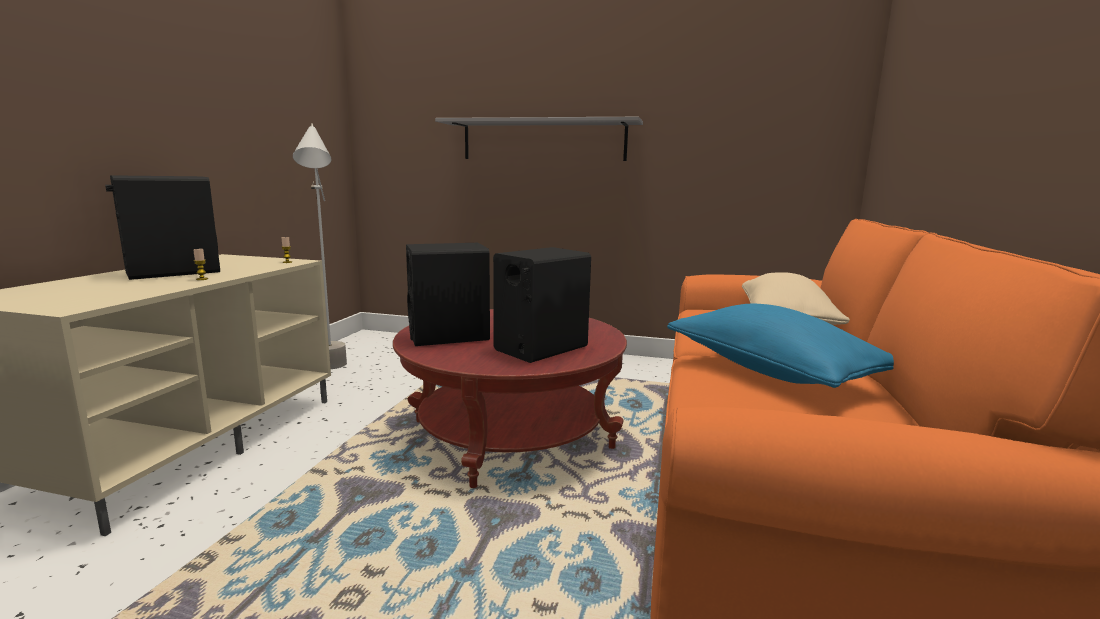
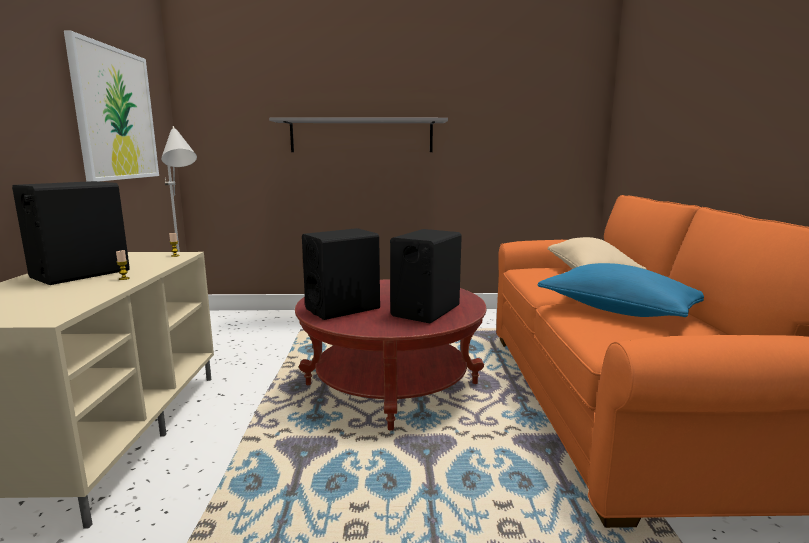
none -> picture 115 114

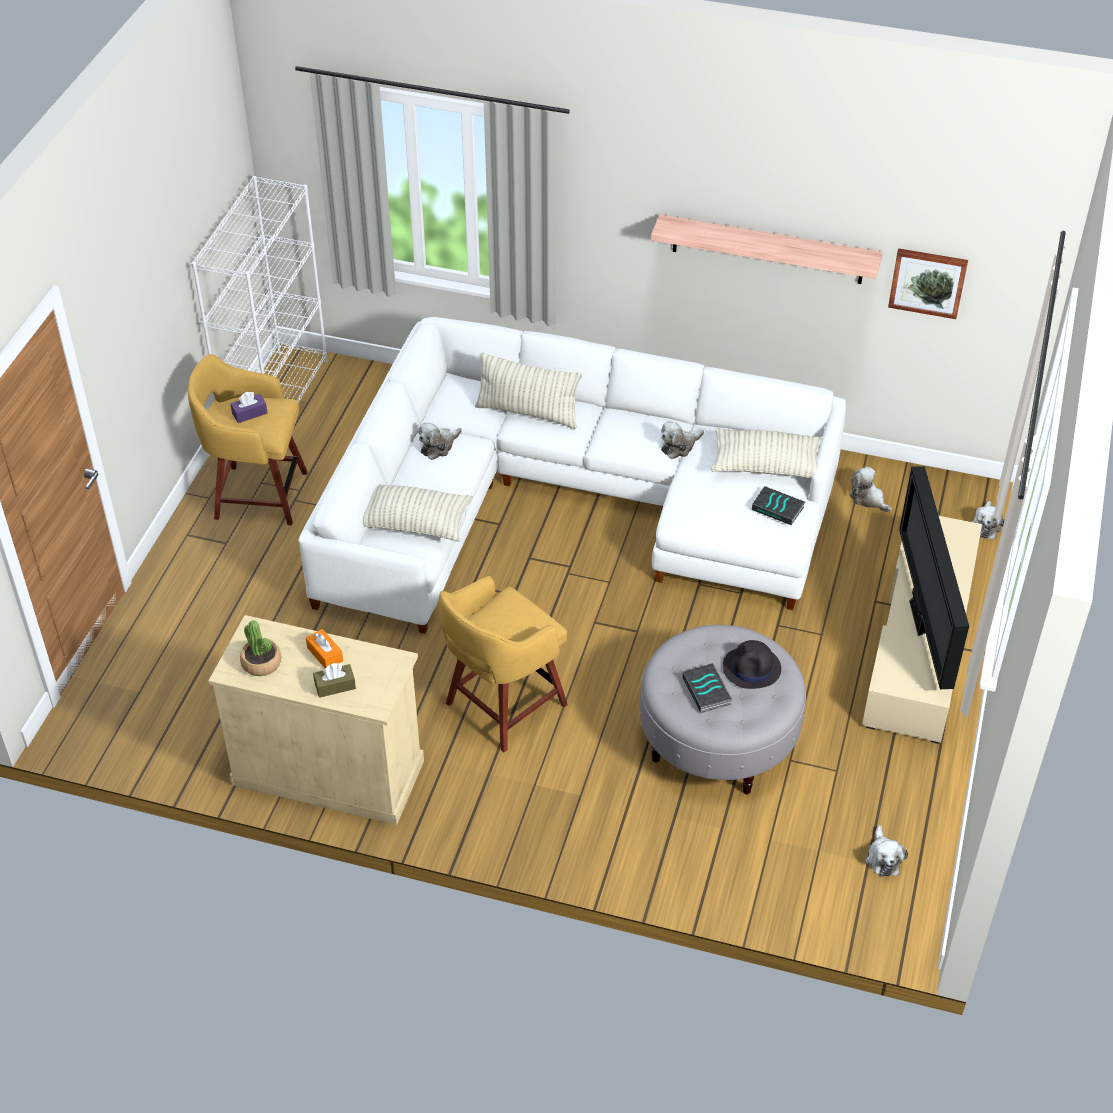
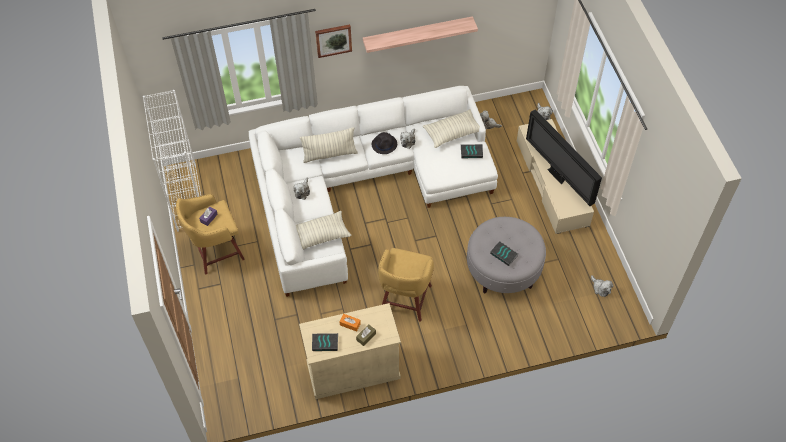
hat/blackish 752 668 -> hat/blackish 384 144, shifted
picture 928 282 -> picture 333 40, shifted
plant in a pot 261 663 -> book 325 343

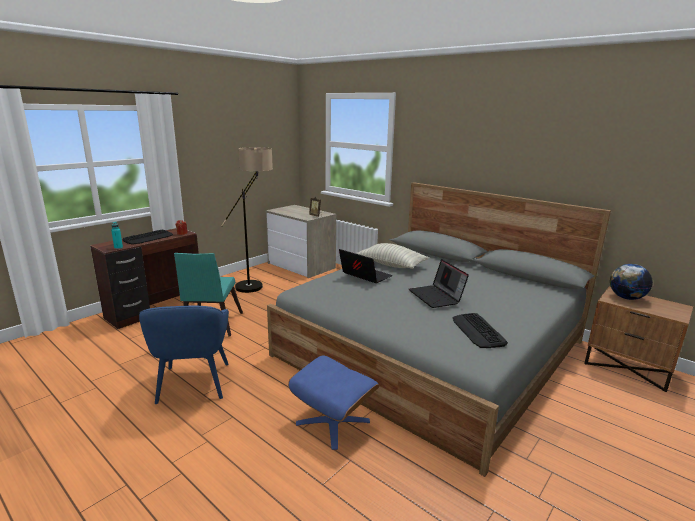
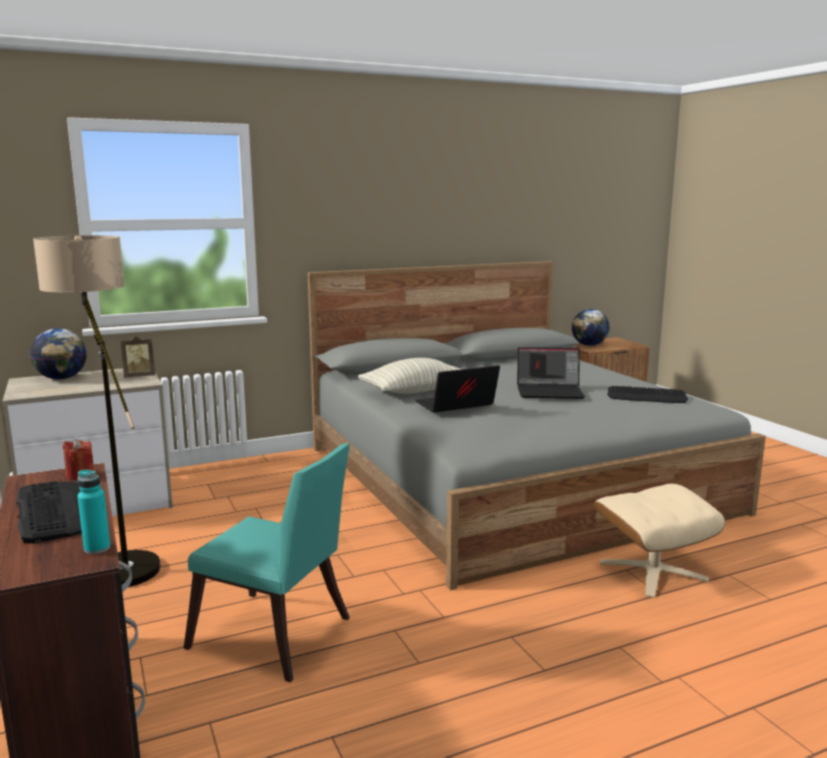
lounge chair/bluish 193 384 -> none
none -> desk globe 61 378
footrest/bluish 333 422 -> footrest/sand-coloured 652 571

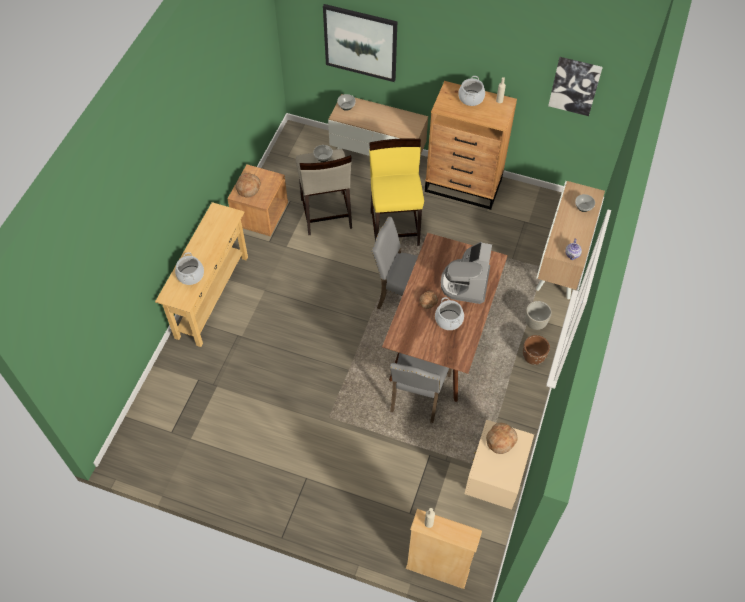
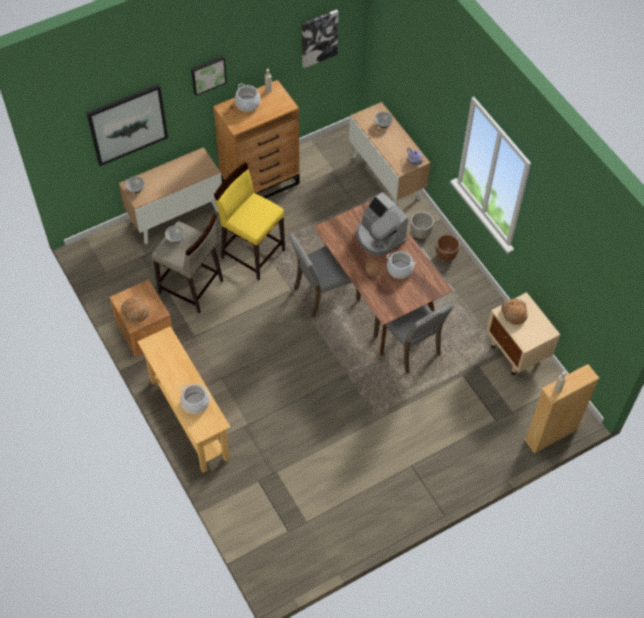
none -> picture 208 74

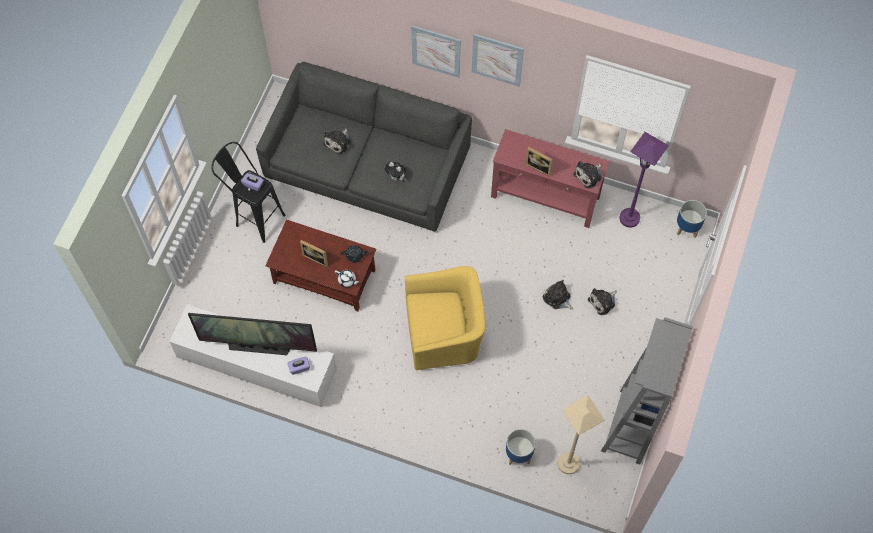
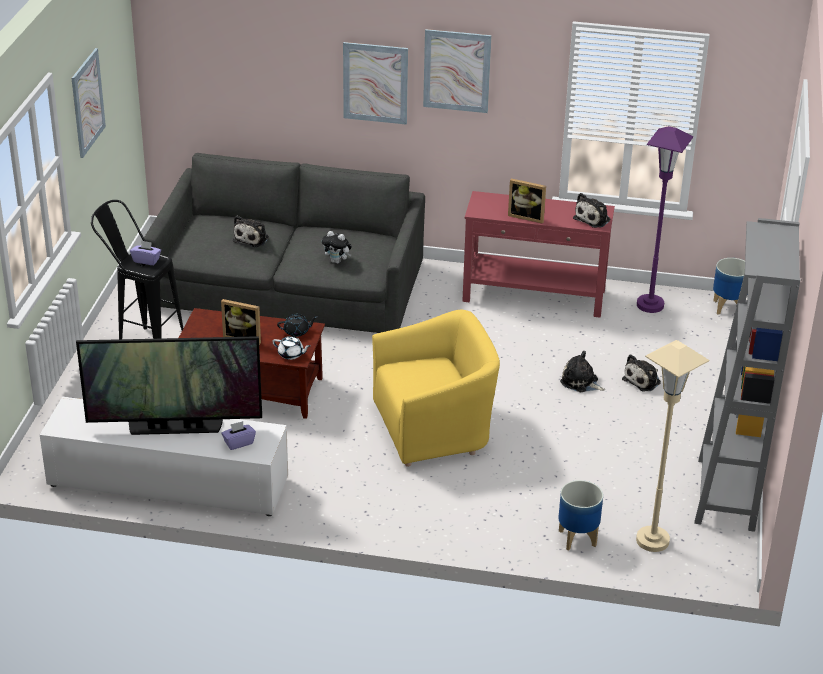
none -> picture 87 102

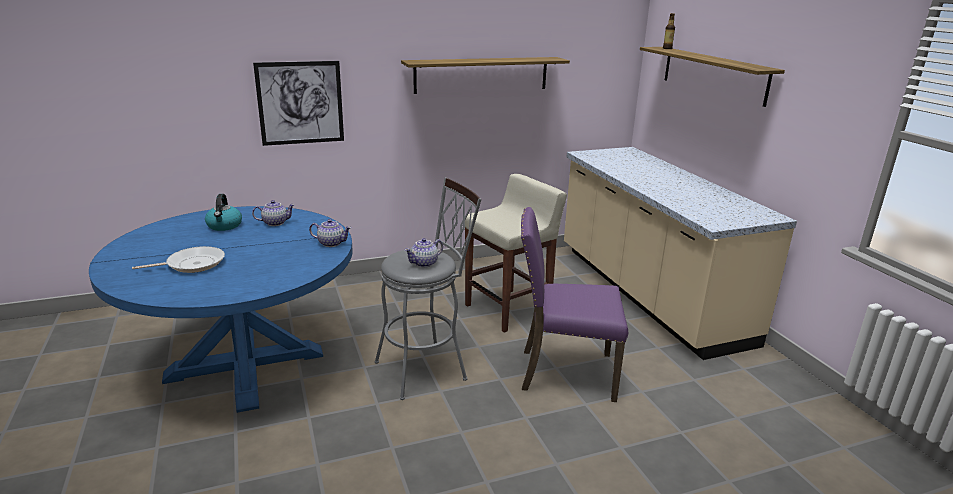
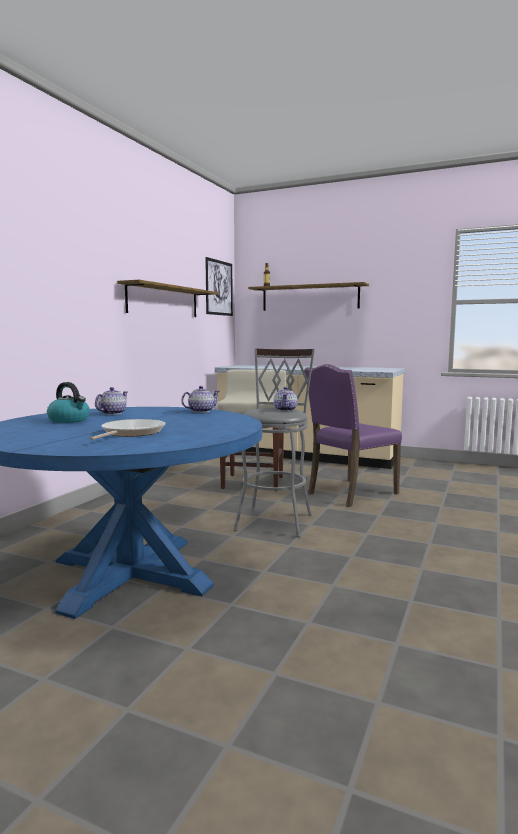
picture 300 103 -> picture 219 288, shifted

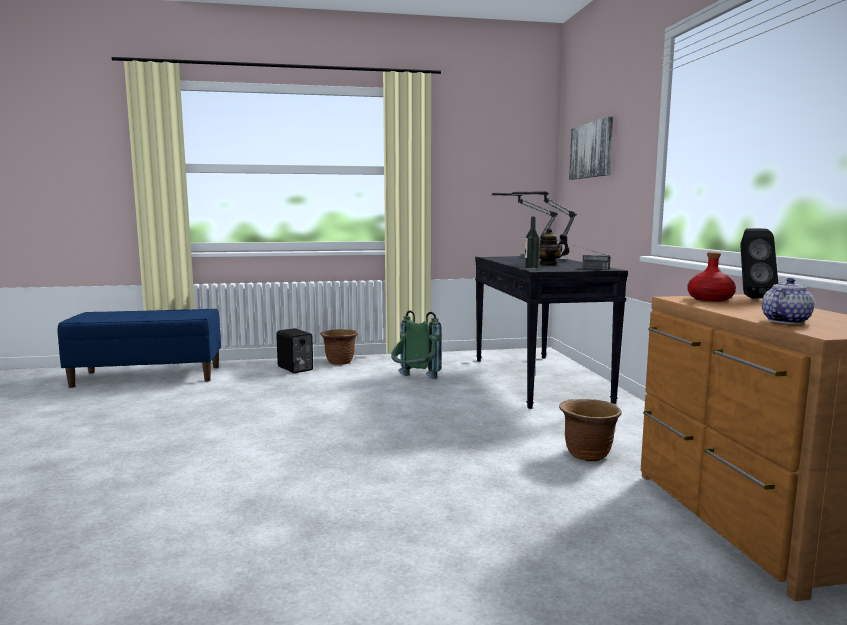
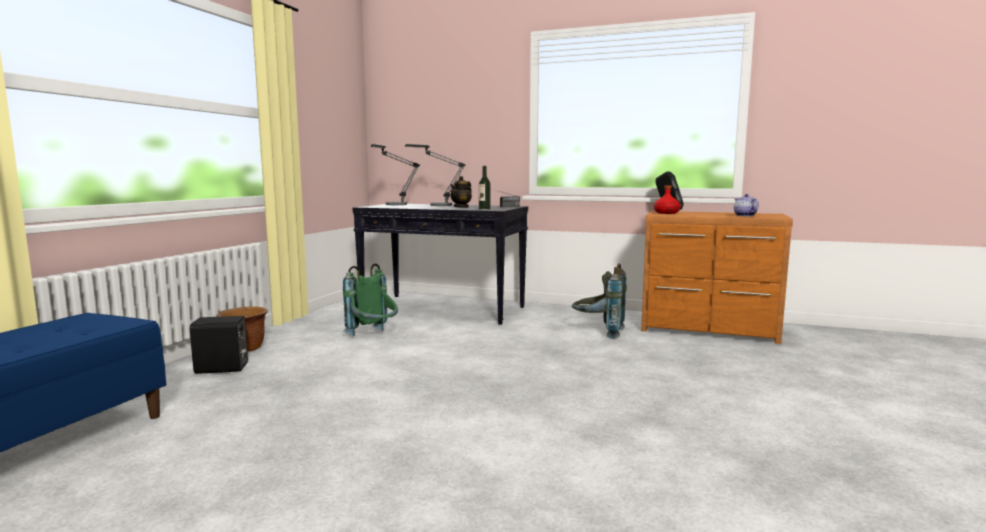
picture 592 150 -> none
plant pot/brownish 587 454 -> backpack/greyish 598 332

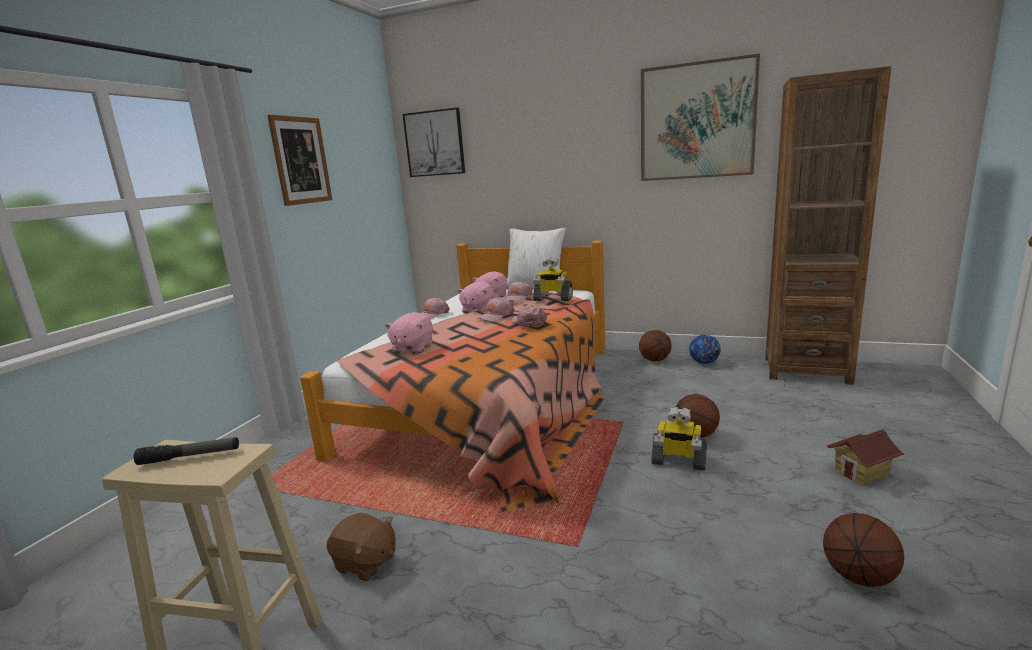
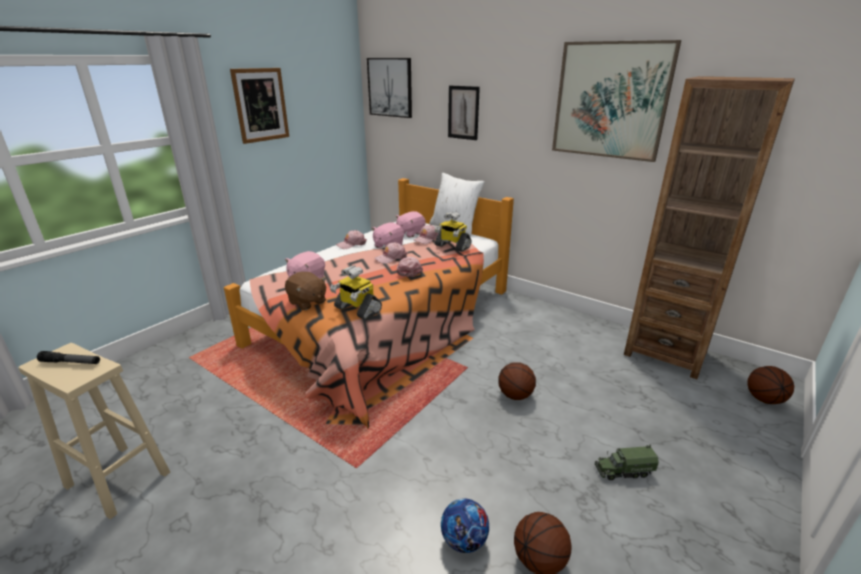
none -> picture 463 112
plush toy/brownish 365 563 -> plush toy/brownish 307 302, shifted
basketball 654 360 -> basketball 763 399, shifted
robot figure 678 461 -> robot figure 357 309, shifted
football ball 704 362 -> football ball 464 540, shifted
toy house 861 473 -> toy truck 623 470

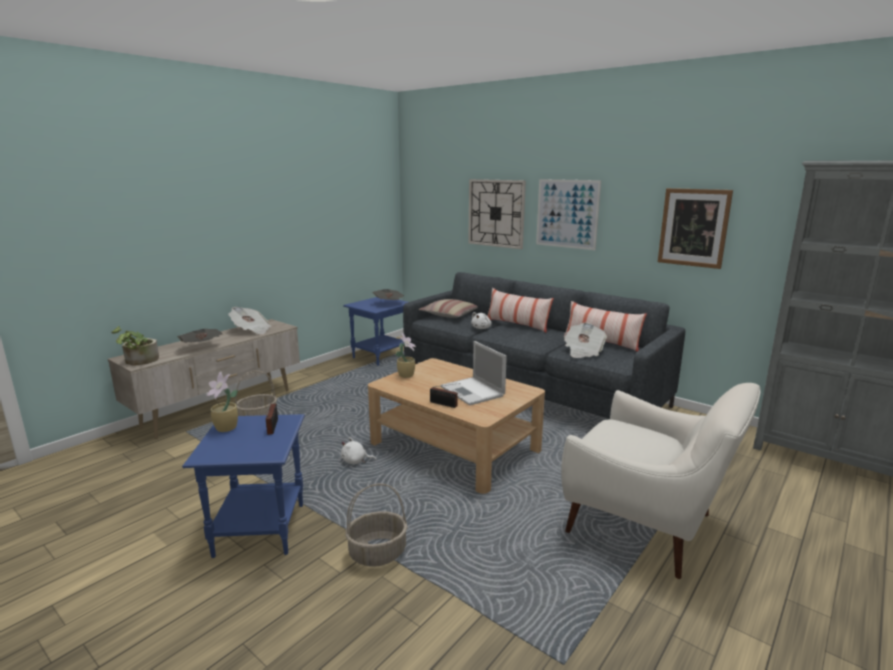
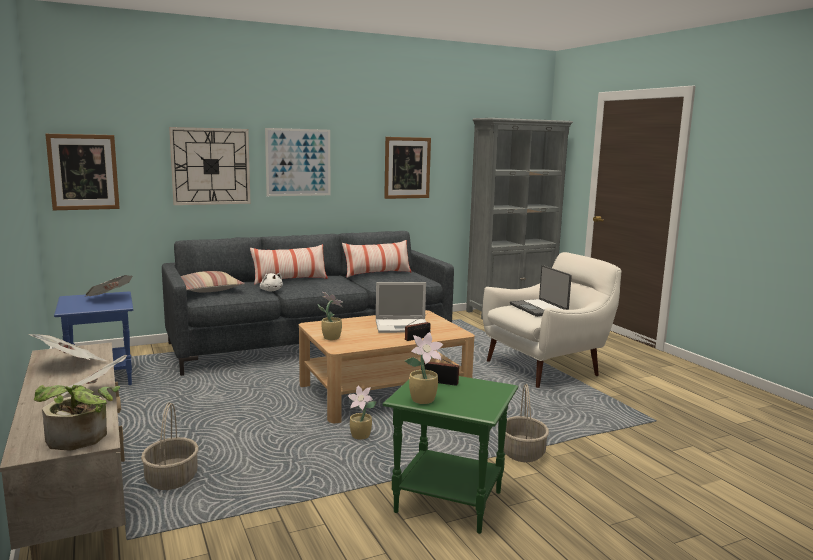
newspaper 583 351 -> none
none -> picture 83 172
none -> portable computer 539 309
plush toy/white-coloured 355 461 -> plant in a pot 361 437
side table/bluish 260 529 -> side table/green-coloured 447 502

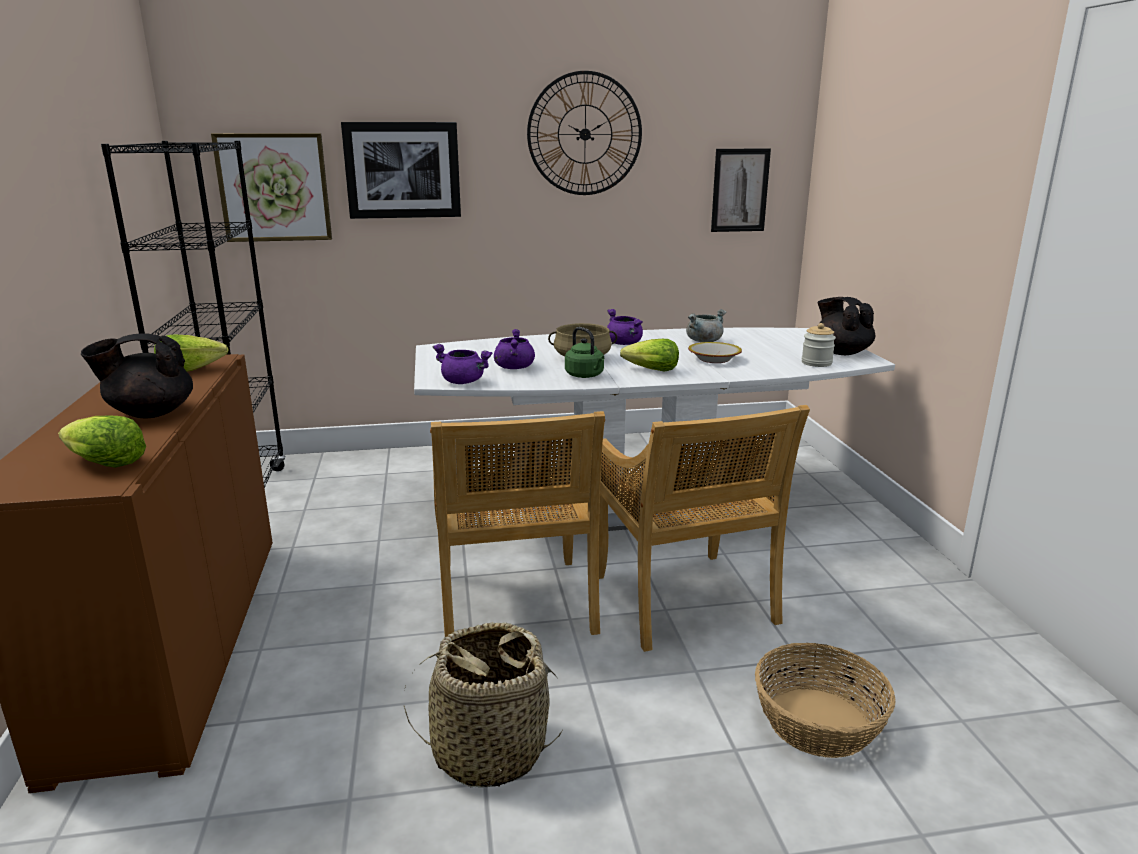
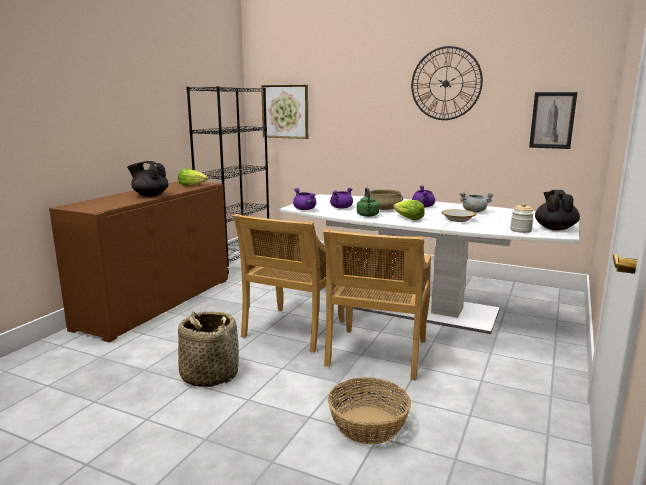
lettuce 104 463 -> none
picture 402 170 -> none

